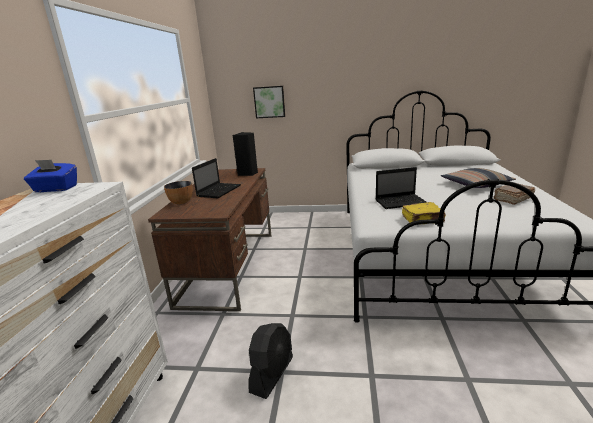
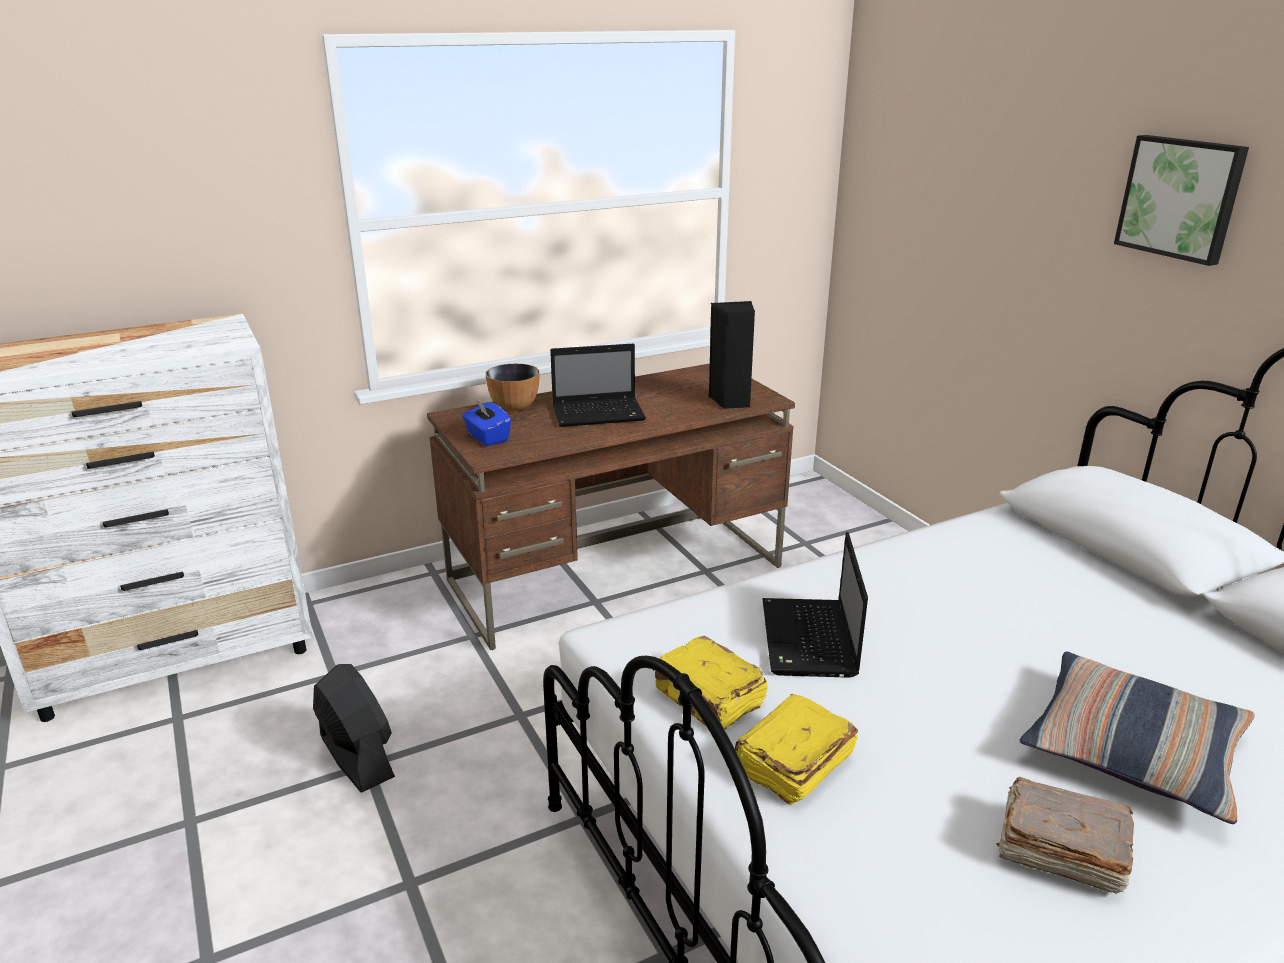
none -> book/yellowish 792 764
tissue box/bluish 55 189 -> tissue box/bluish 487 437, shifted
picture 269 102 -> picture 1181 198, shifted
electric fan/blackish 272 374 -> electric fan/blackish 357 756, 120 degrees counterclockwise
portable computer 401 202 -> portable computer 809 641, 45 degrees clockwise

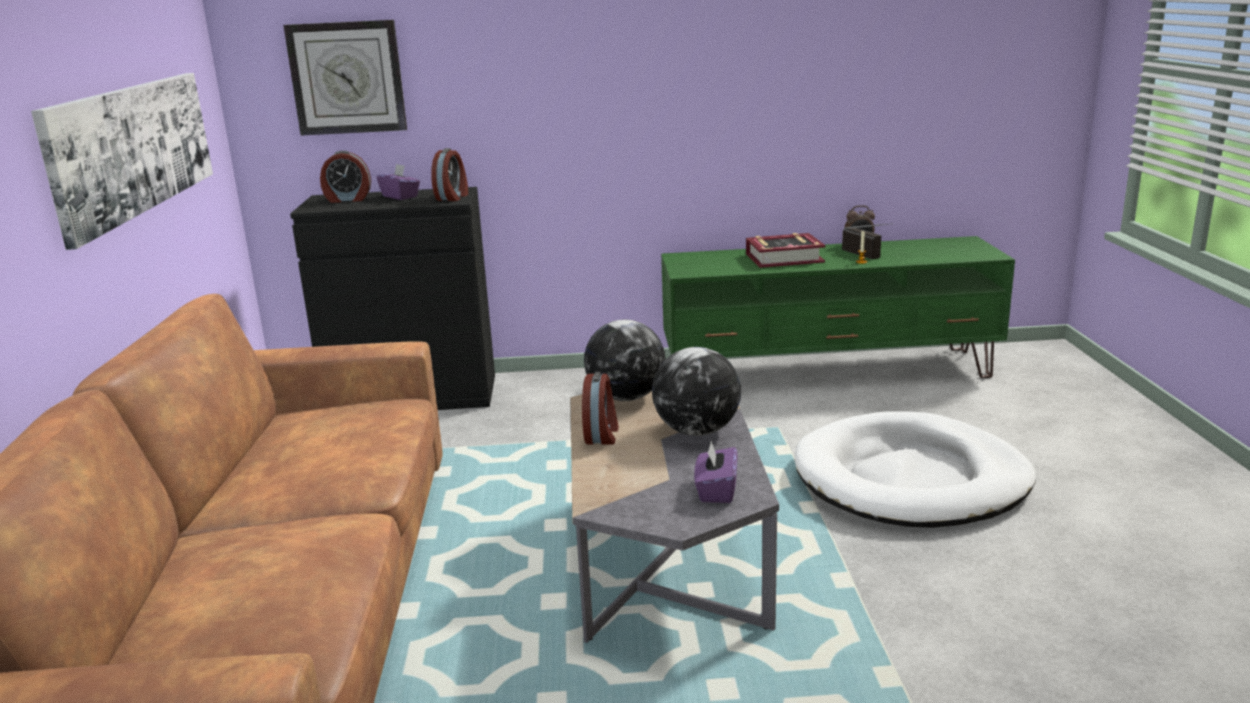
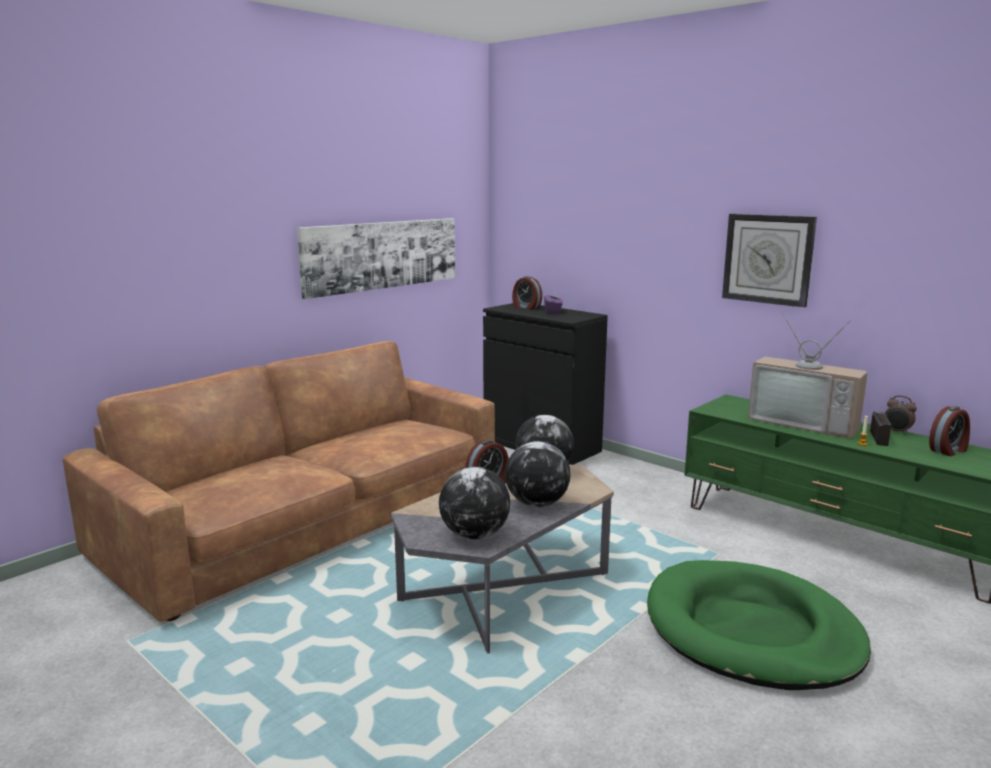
clock on the wall 347 78 -> clock on the wall 768 259, shifted
bedside clock 453 197 -> bedside clock 949 450, shifted
tissue box/purplish 716 491 -> desk globe 474 535
book 784 258 -> TV 805 422
dog bed/white-coloured 911 479 -> dog bed/green-coloured 751 631

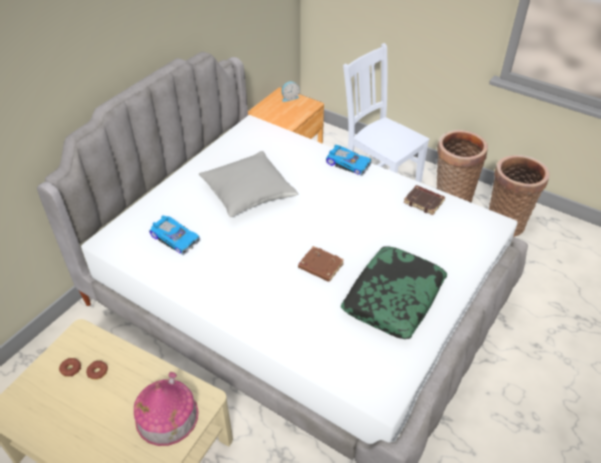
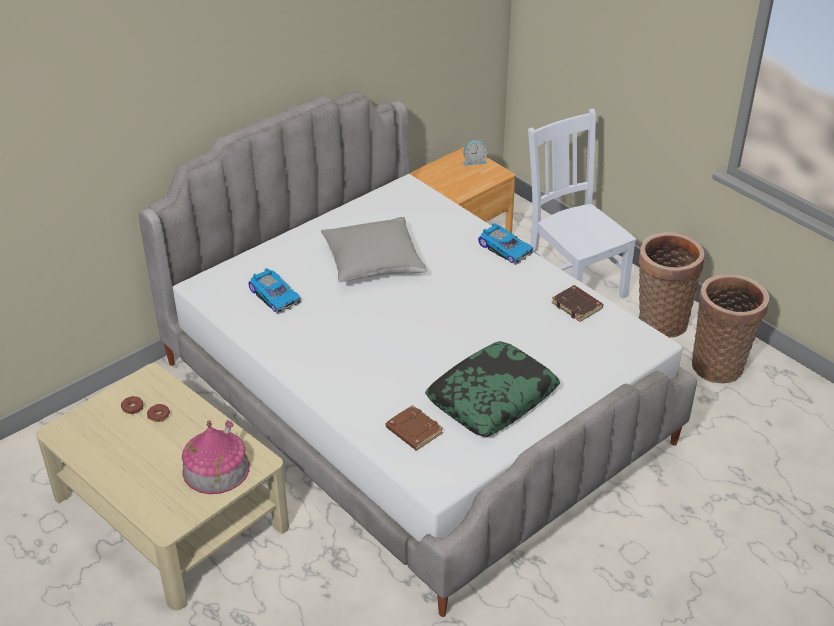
book/brownish 320 266 -> book/brownish 413 431, shifted

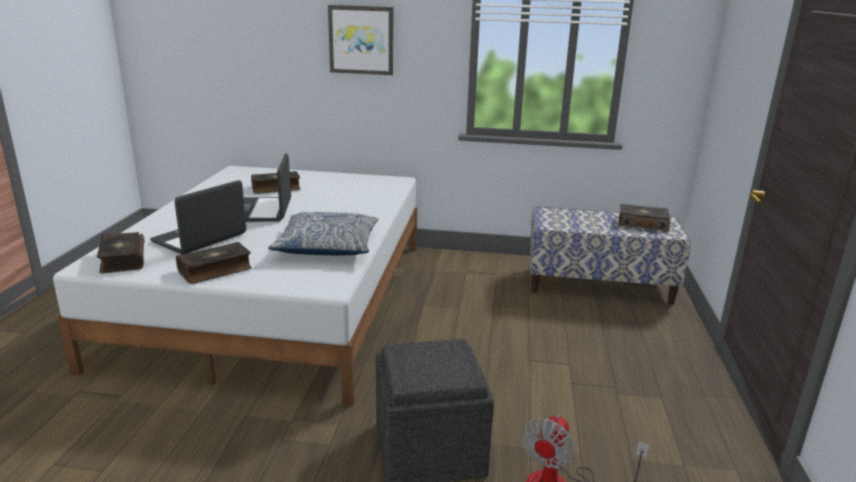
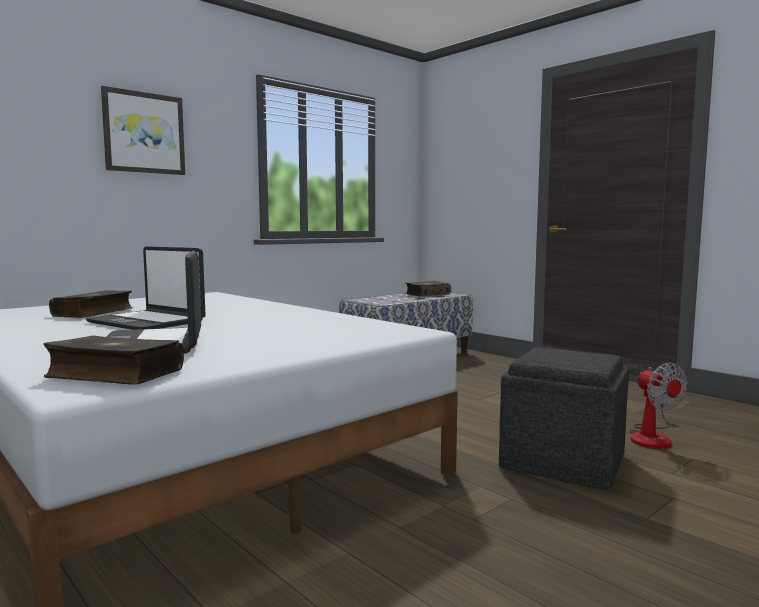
book 215 270 -> none
cushion 327 246 -> none

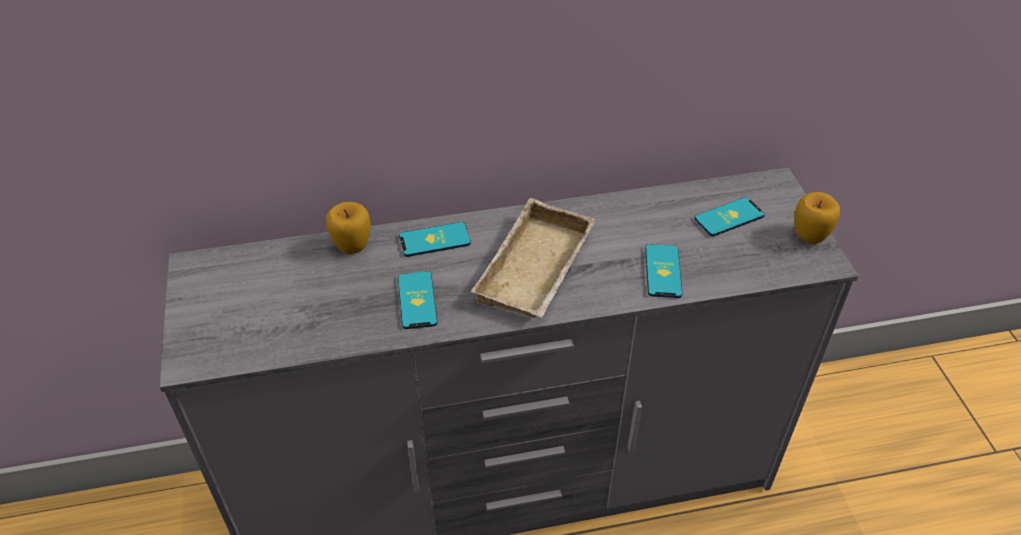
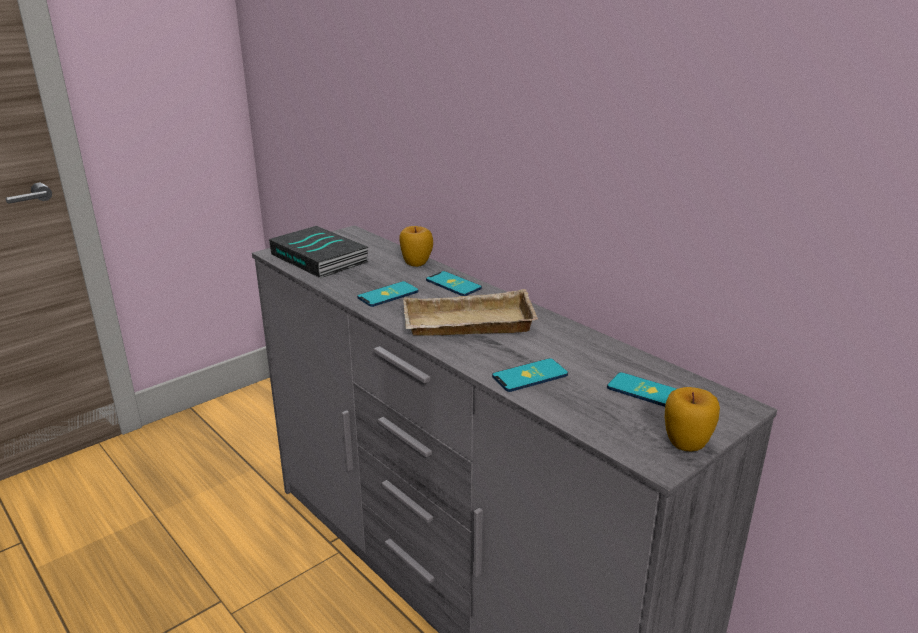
none -> book 321 258

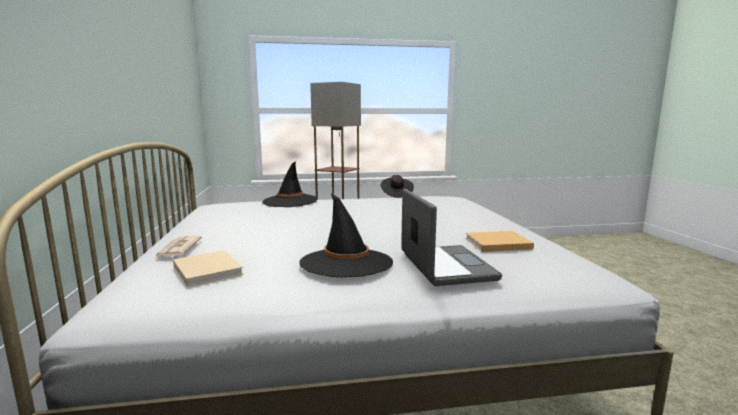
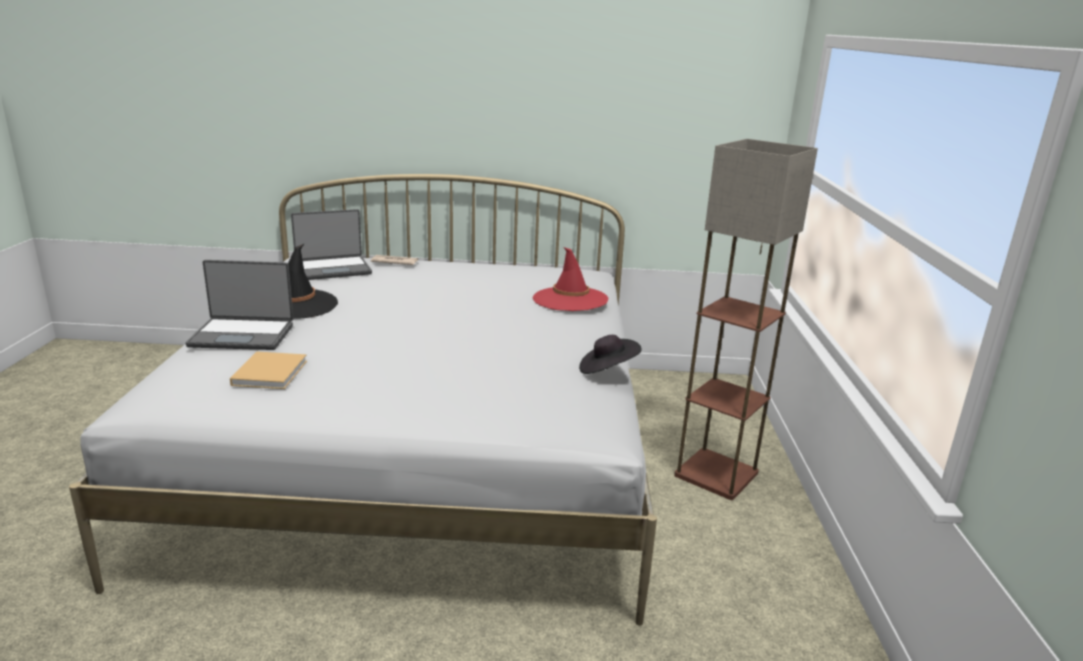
book/sand-coloured 207 269 -> portable computer 333 269
hat/blackish 290 201 -> hat/red 570 299

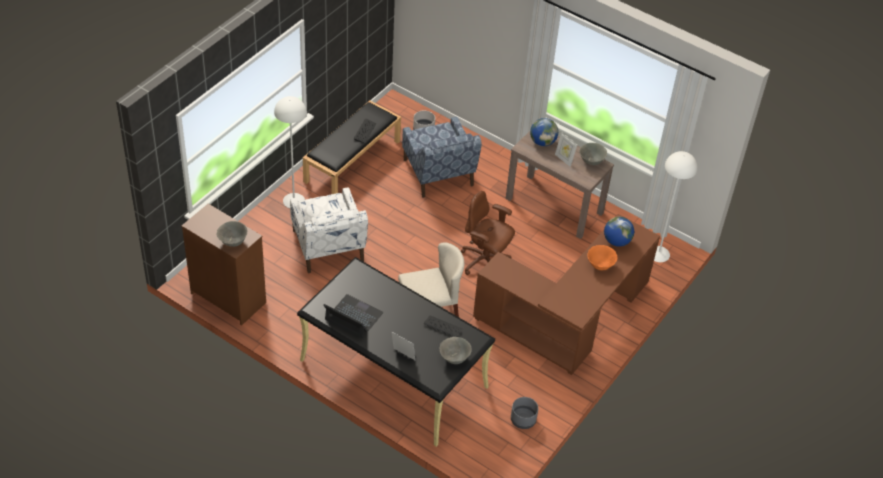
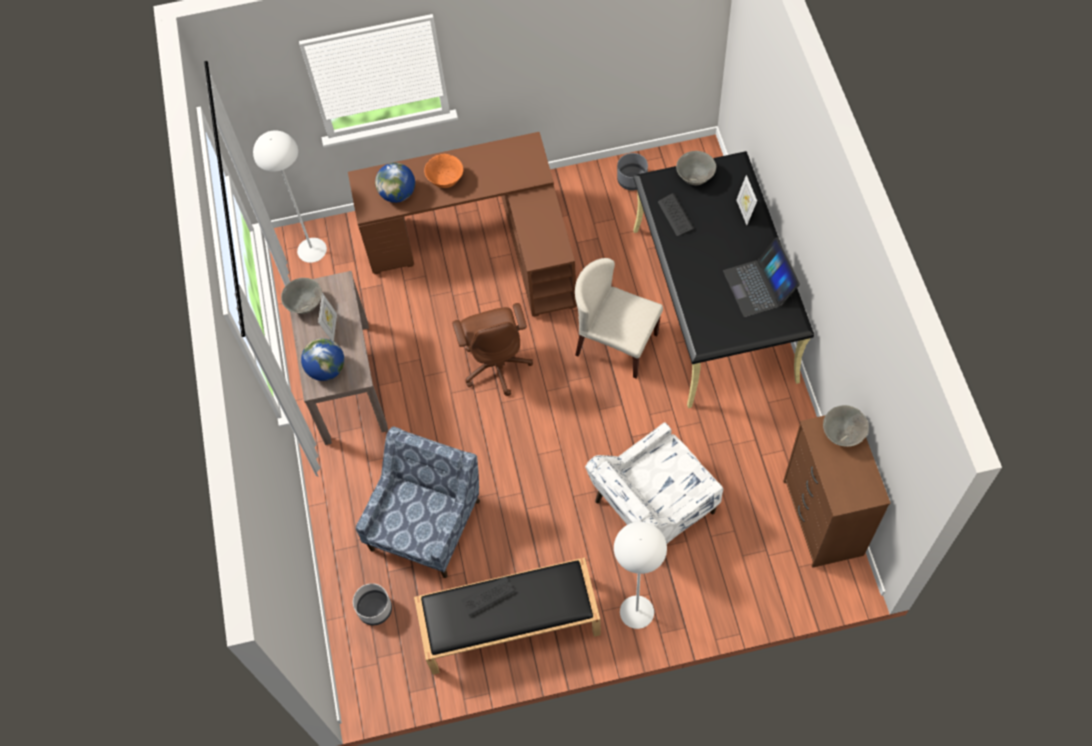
lounge chair/white-coloured 328 247 -> lounge chair/white-coloured 652 508, 150 degrees counterclockwise

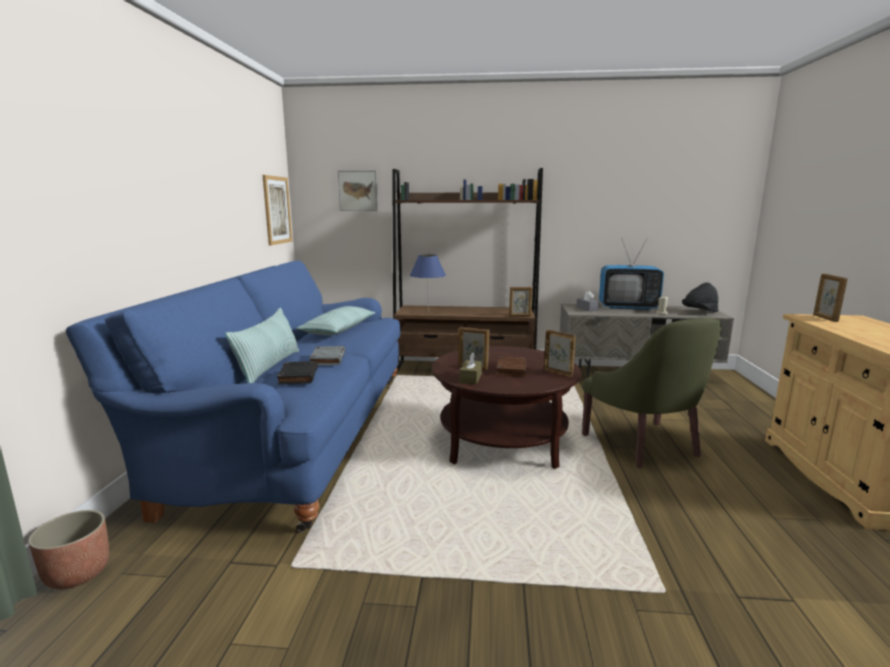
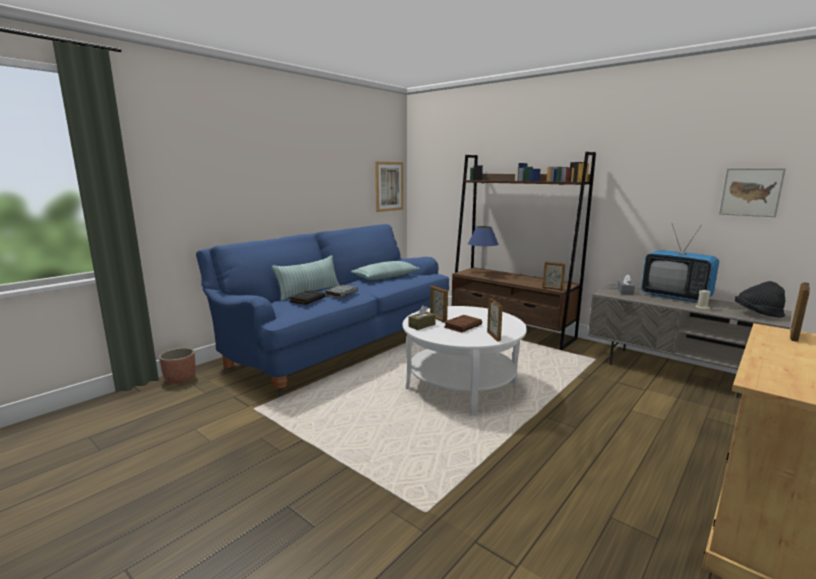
lounge chair/green-coloured 645 445 -> none
picture 358 190 -> picture 751 192, shifted
lounge table/brownish 502 441 -> lounge table/white-coloured 461 386

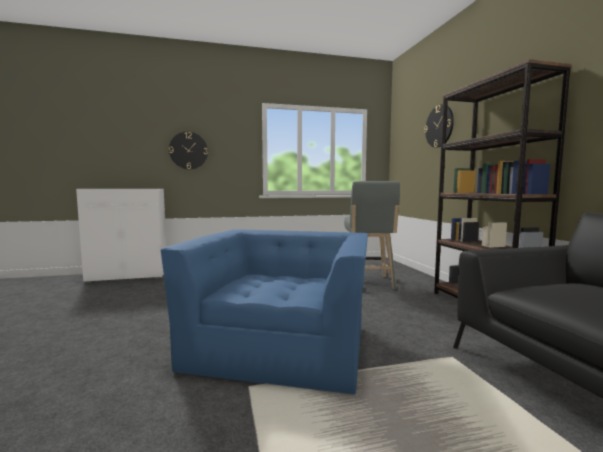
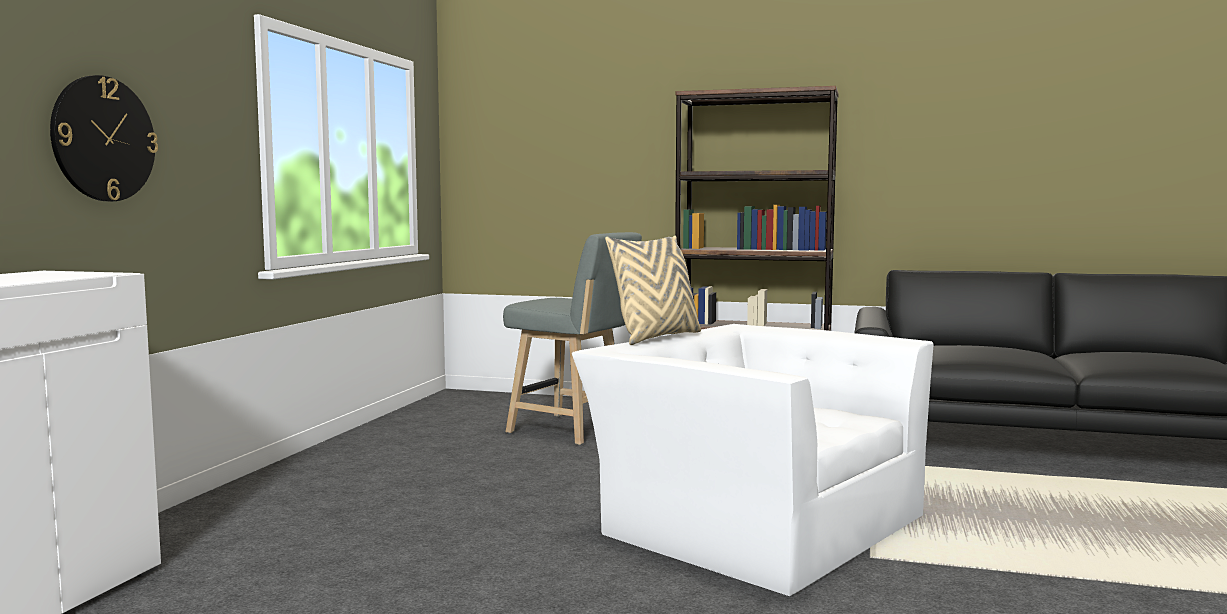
clock on the wall 439 126 -> none
none -> cushion/sand-coloured 656 337
lounge chair/bluish 282 343 -> lounge chair/white-coloured 753 521

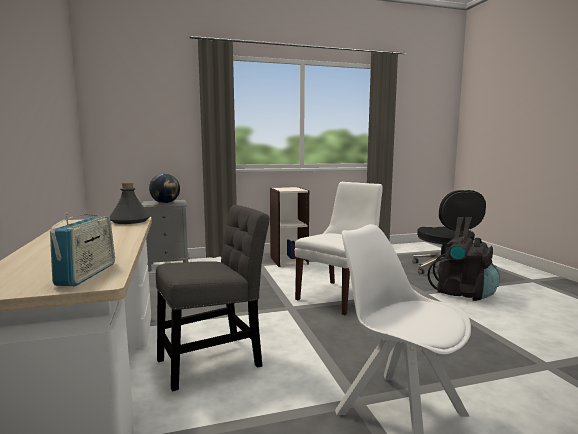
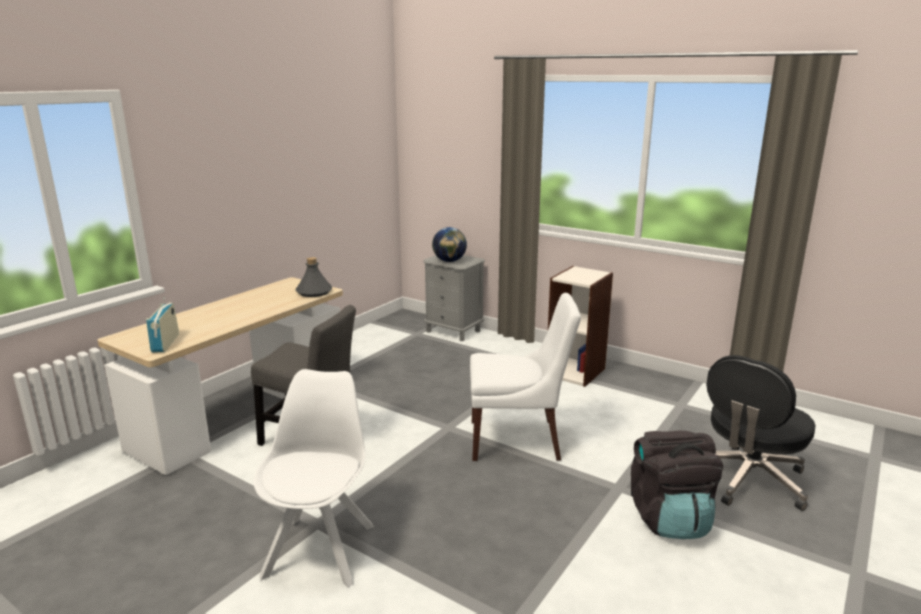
radio receiver 87 274 -> radio receiver 165 343, 120 degrees clockwise

